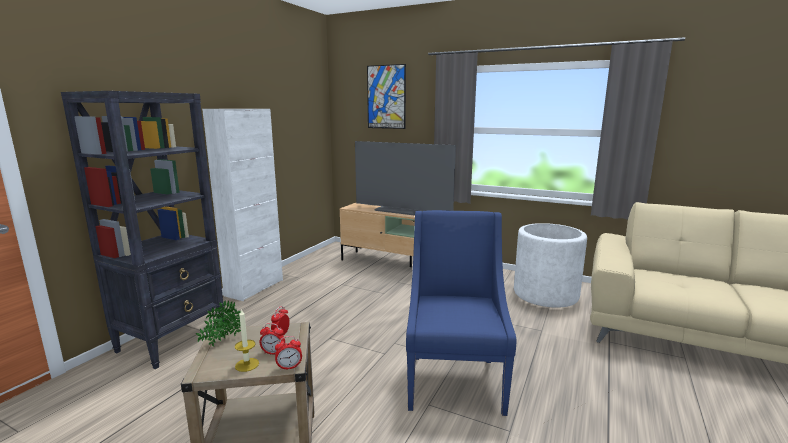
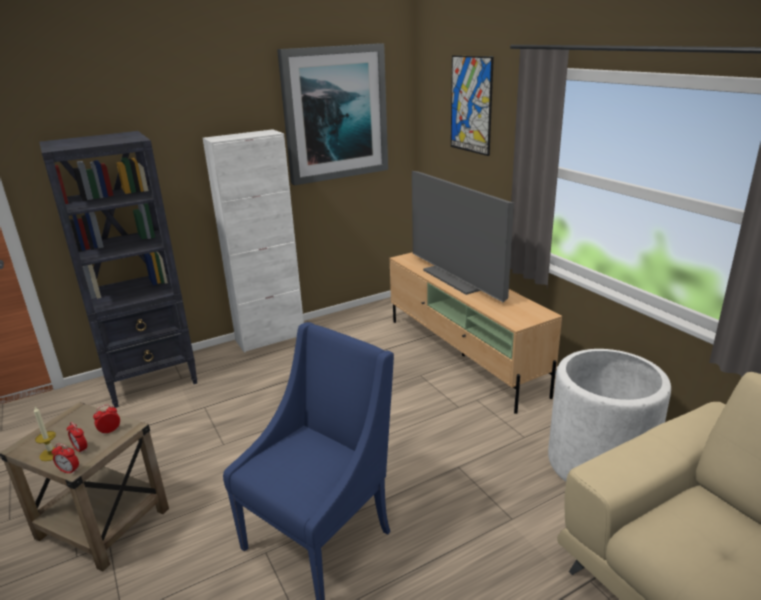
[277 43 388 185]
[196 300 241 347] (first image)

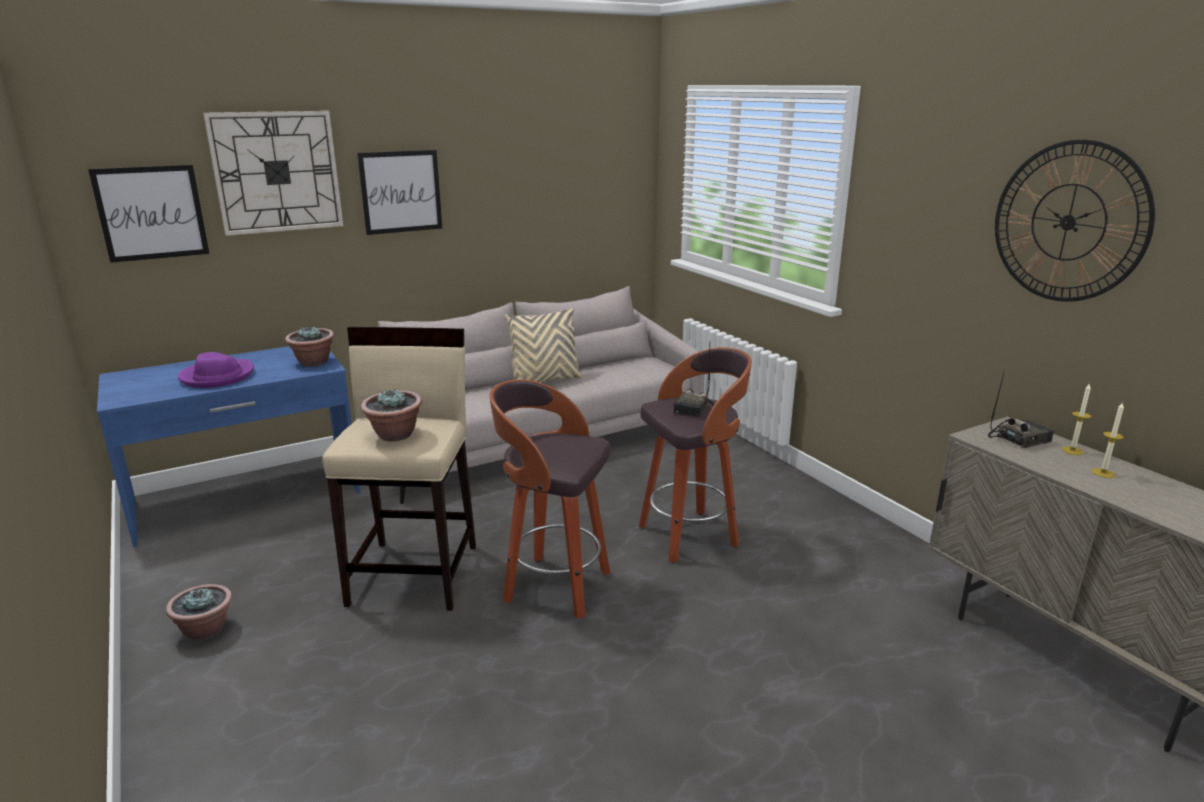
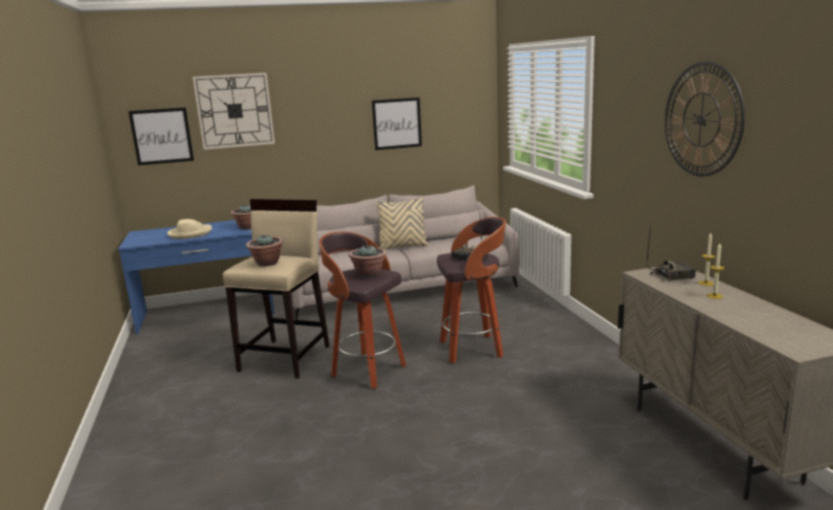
[167 219 212 239]
[348 245 387 278]
[372 97 422 150]

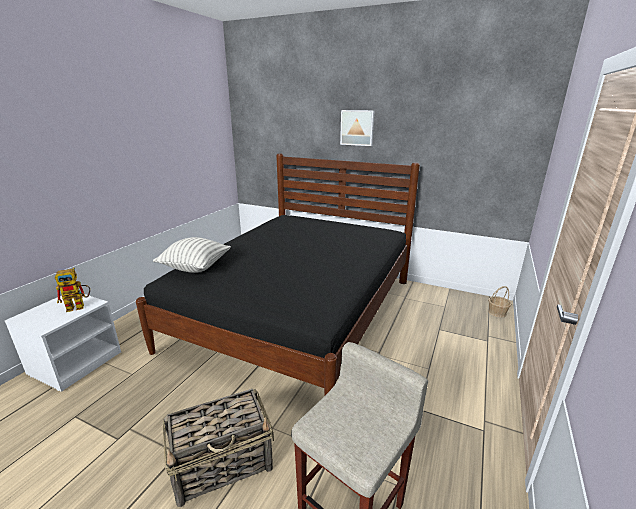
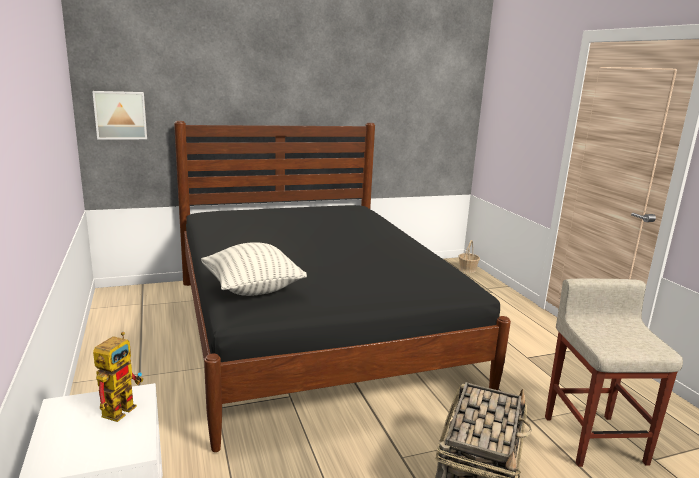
[92 91 147 139]

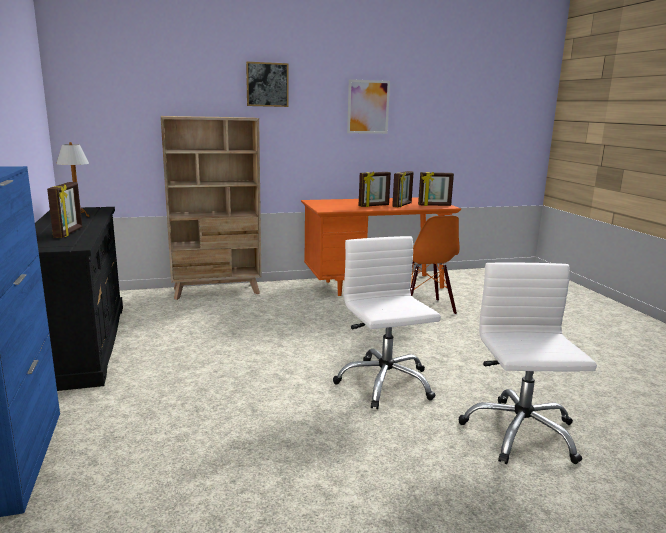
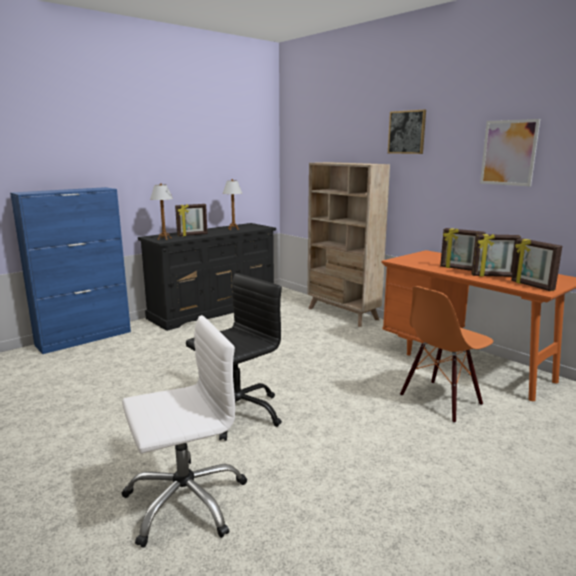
[150 183 173 240]
[186 273 282 441]

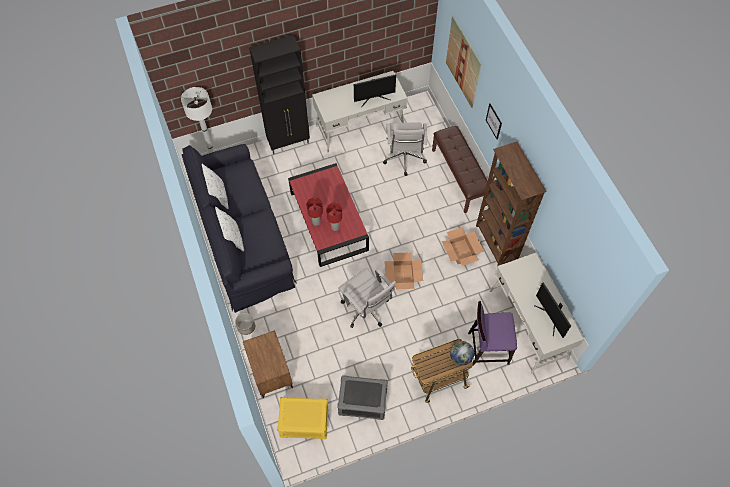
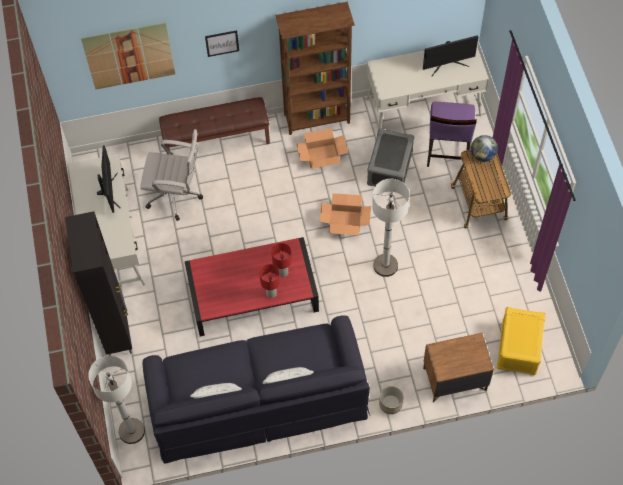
[367 128 414 186]
[372 179 410 277]

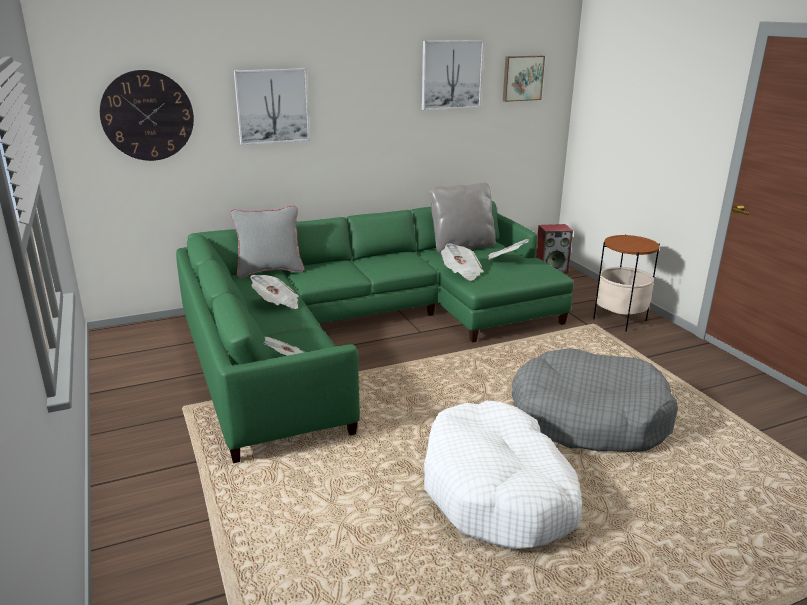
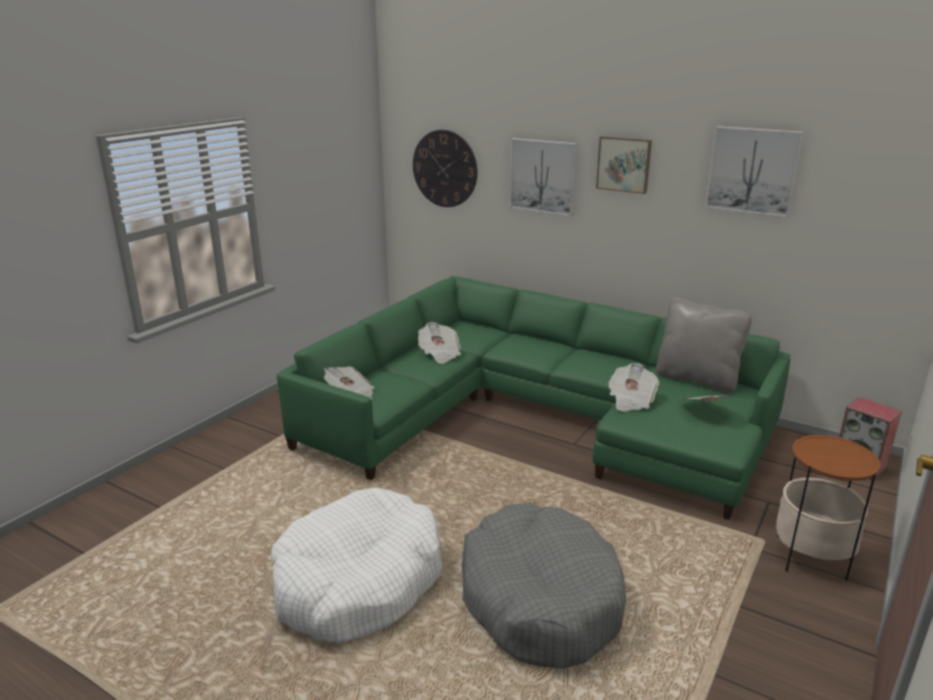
[596 136 652 194]
[230 205 304 278] (first image)

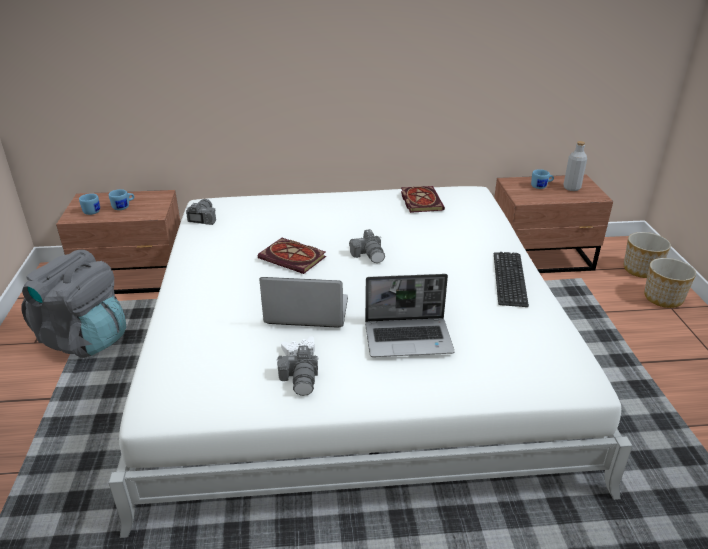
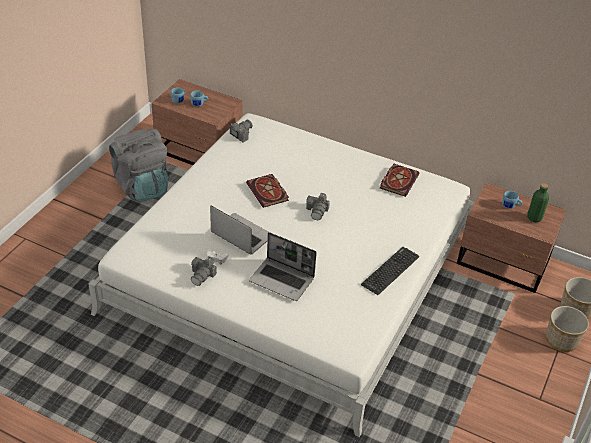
[527 183 549 222]

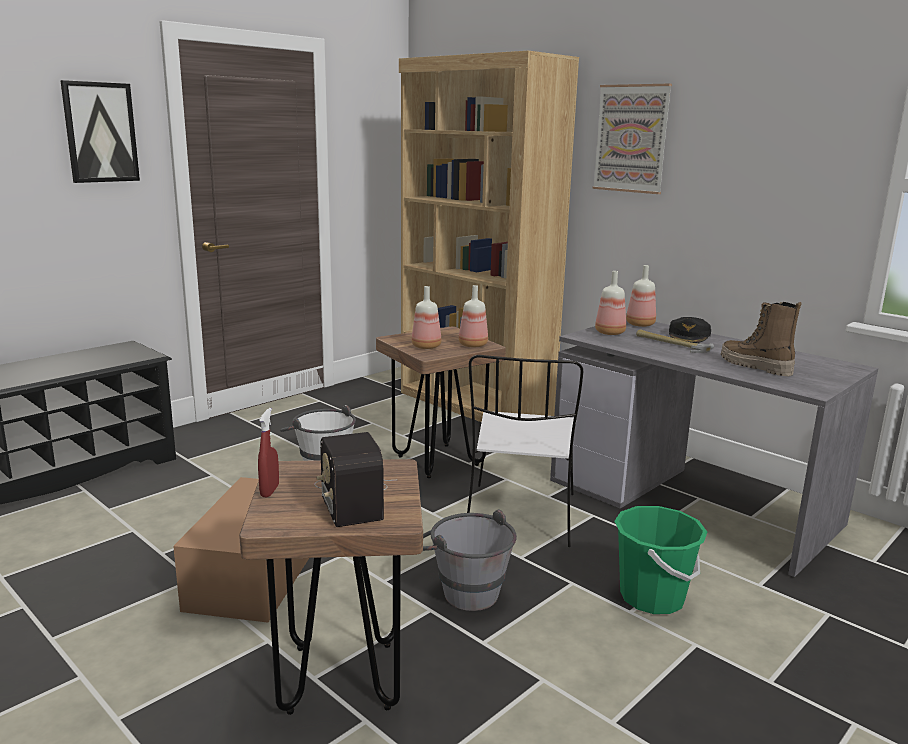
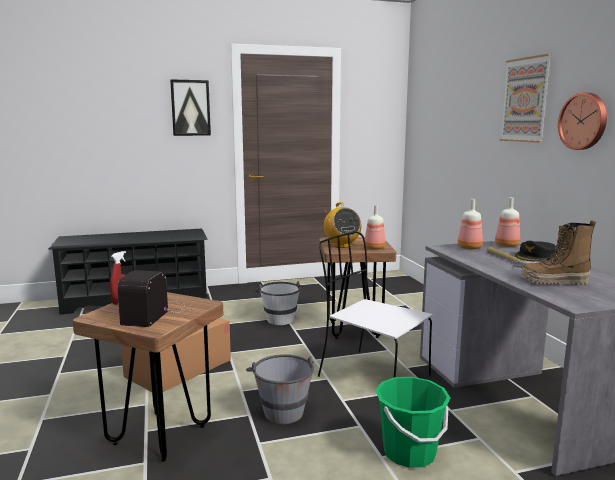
[318 231 433 377]
[324 202 362 248]
[521 220 596 285]
[558 93 607 150]
[399 51 579 422] (first image)

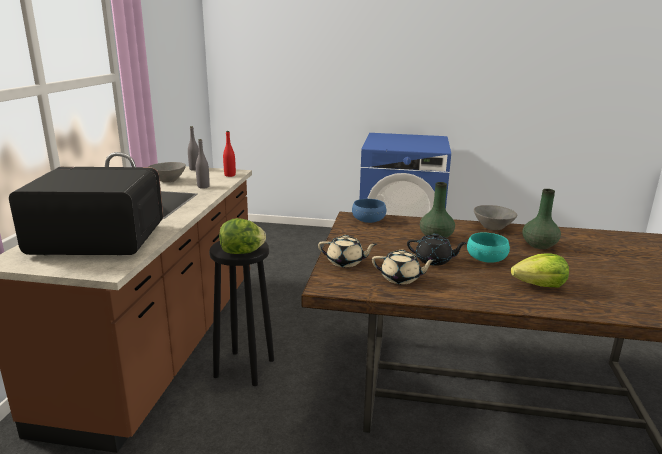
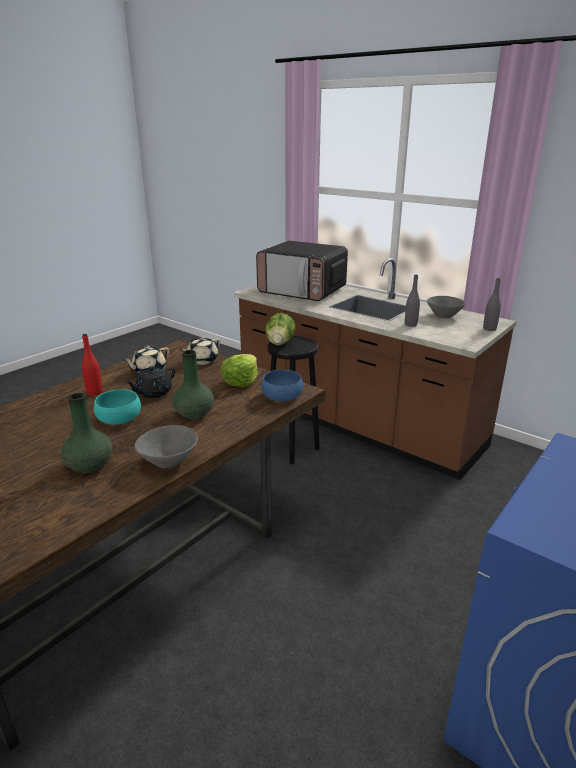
[82 334 103 396]
[221 354 257 387]
[256 241 348 301]

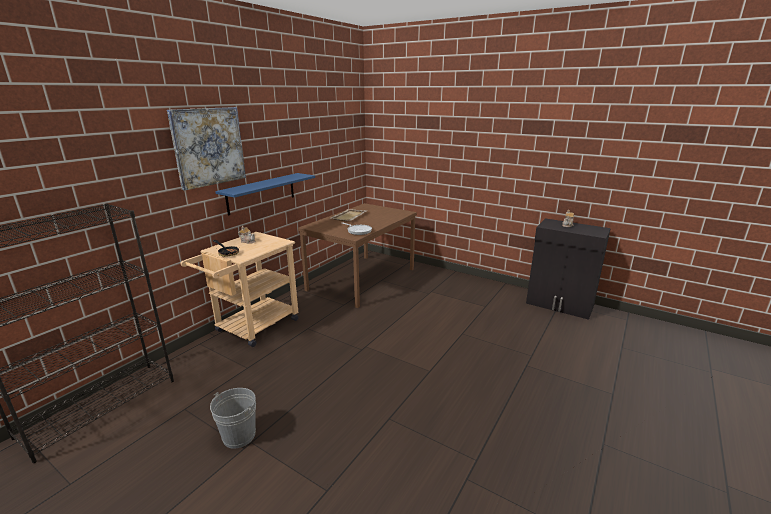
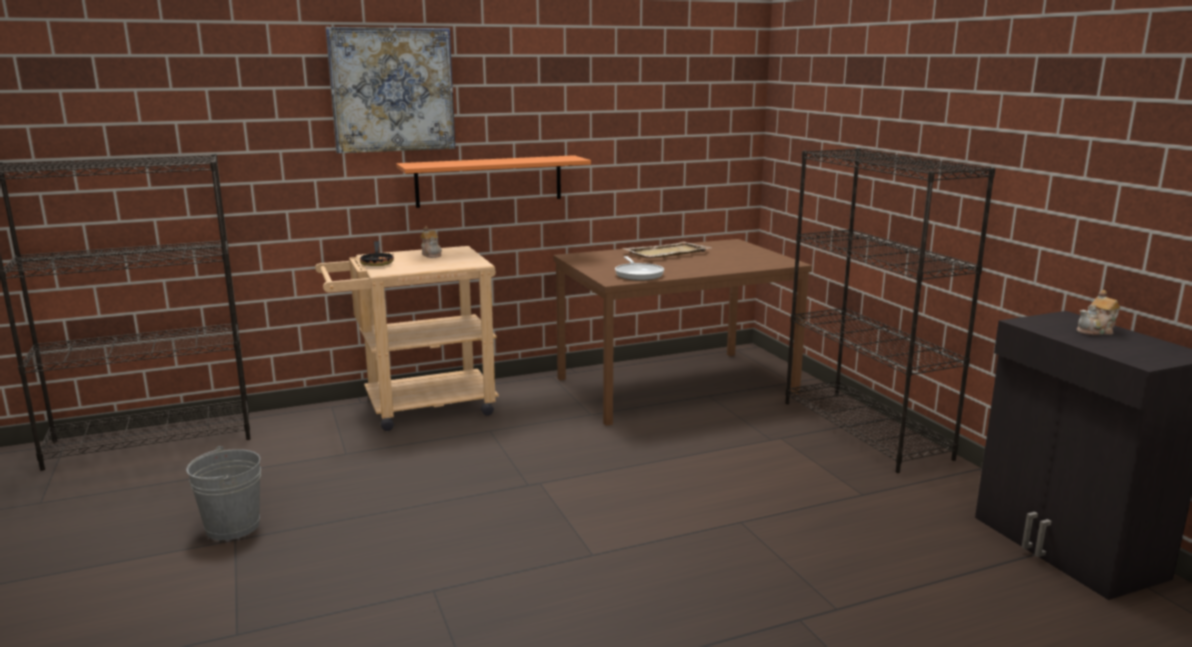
[396 155 591 208]
[785 148 996 473]

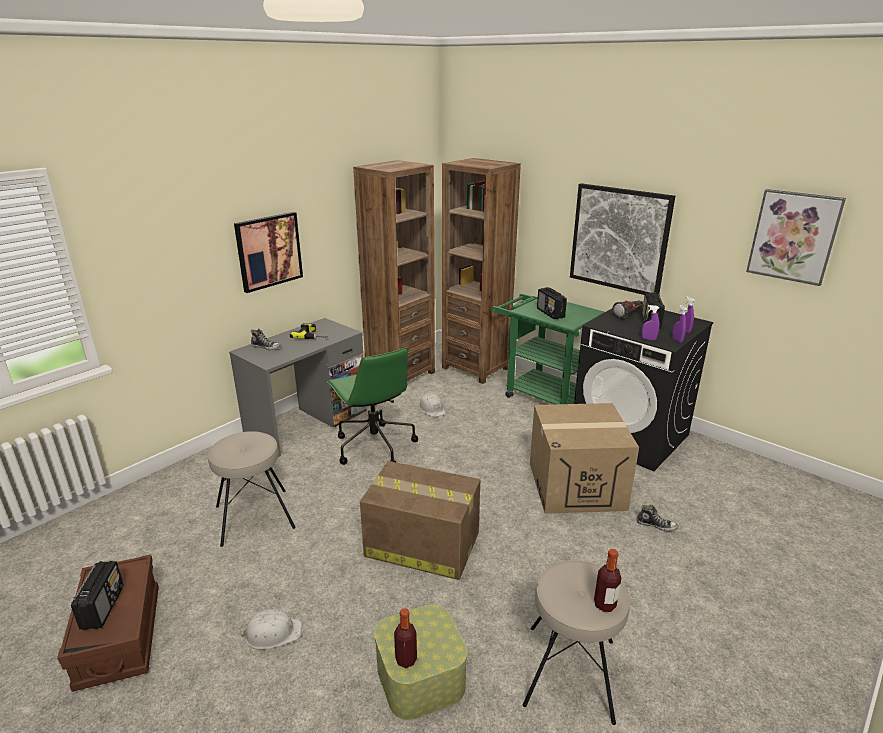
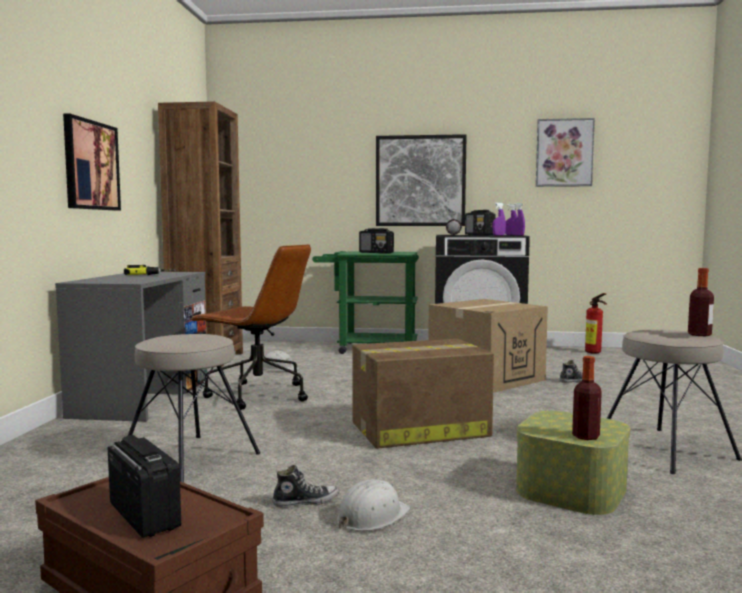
[191 244 311 410]
[273 465 339 507]
[585 293 607 354]
[442 158 521 384] (first image)

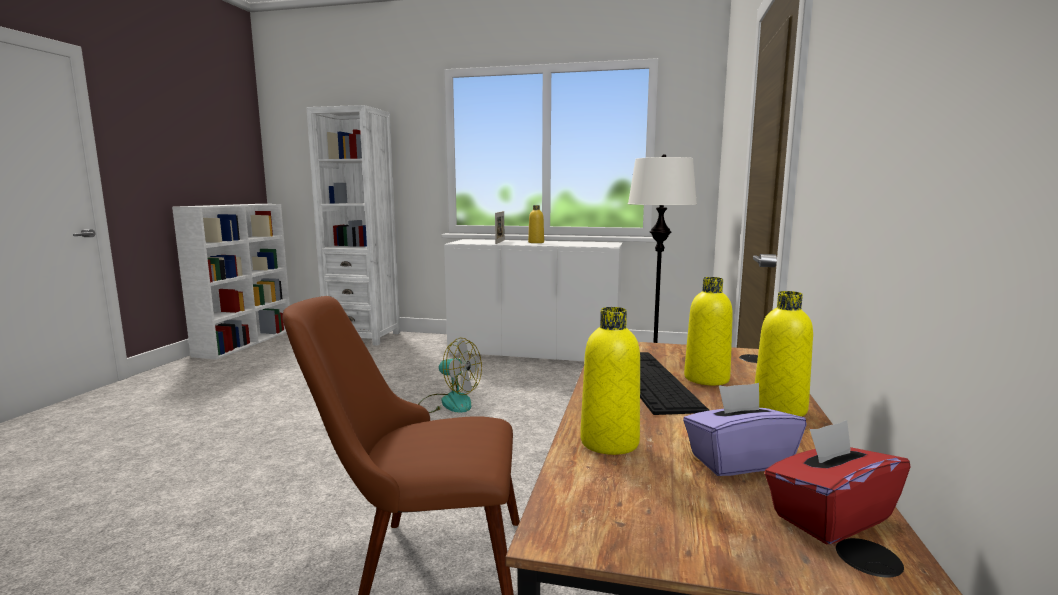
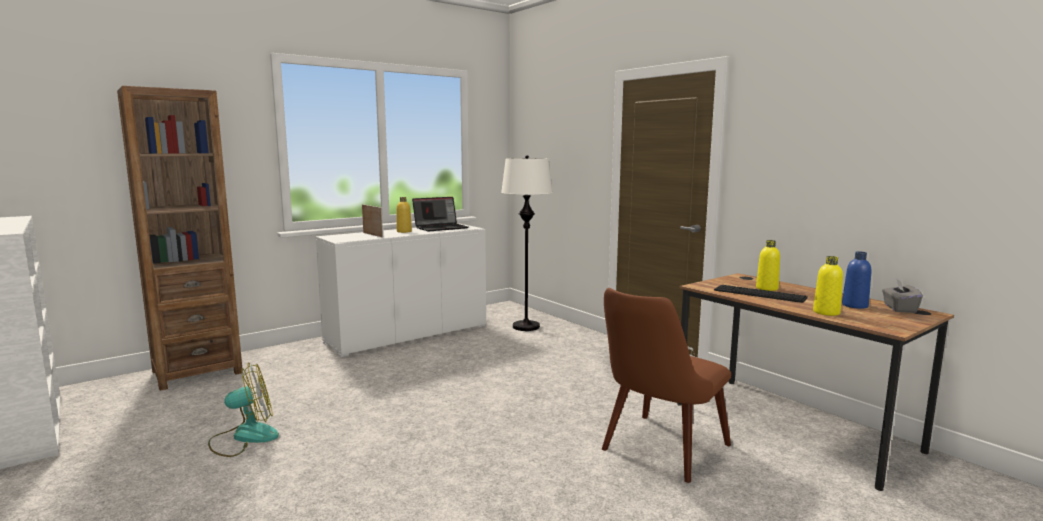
[117 86 243 391]
[208 362 279 457]
[412 197 469 232]
[842 251 871 309]
[882 278 923 313]
[755 291 813 417] (first image)

